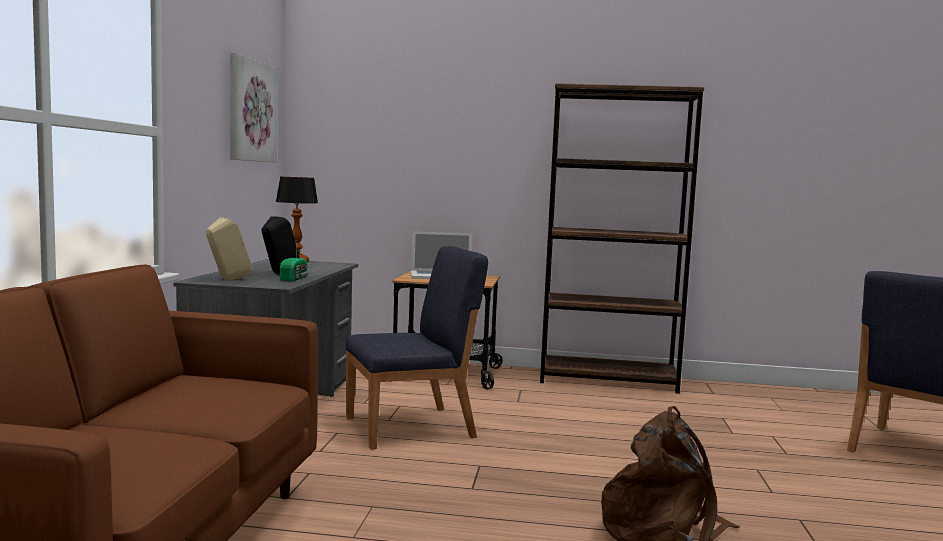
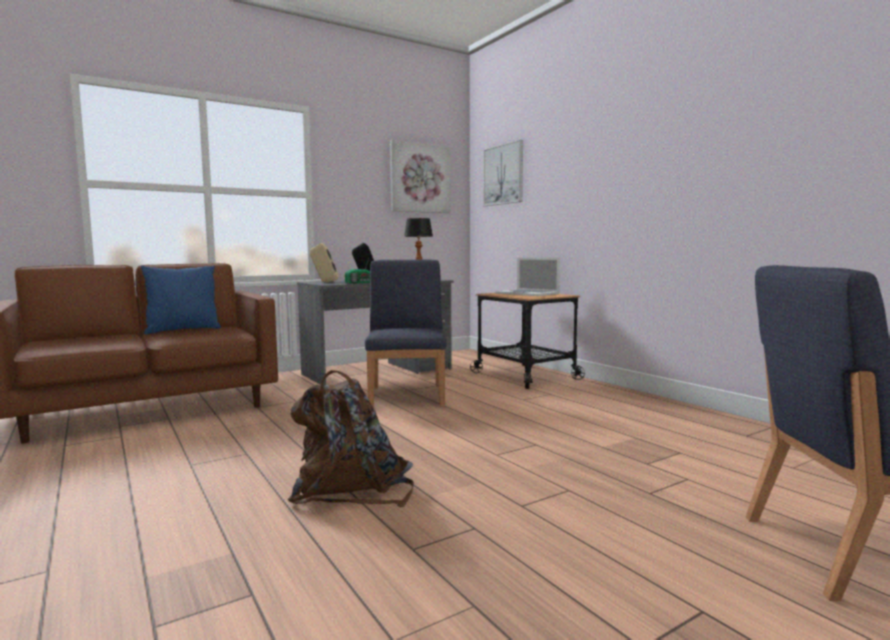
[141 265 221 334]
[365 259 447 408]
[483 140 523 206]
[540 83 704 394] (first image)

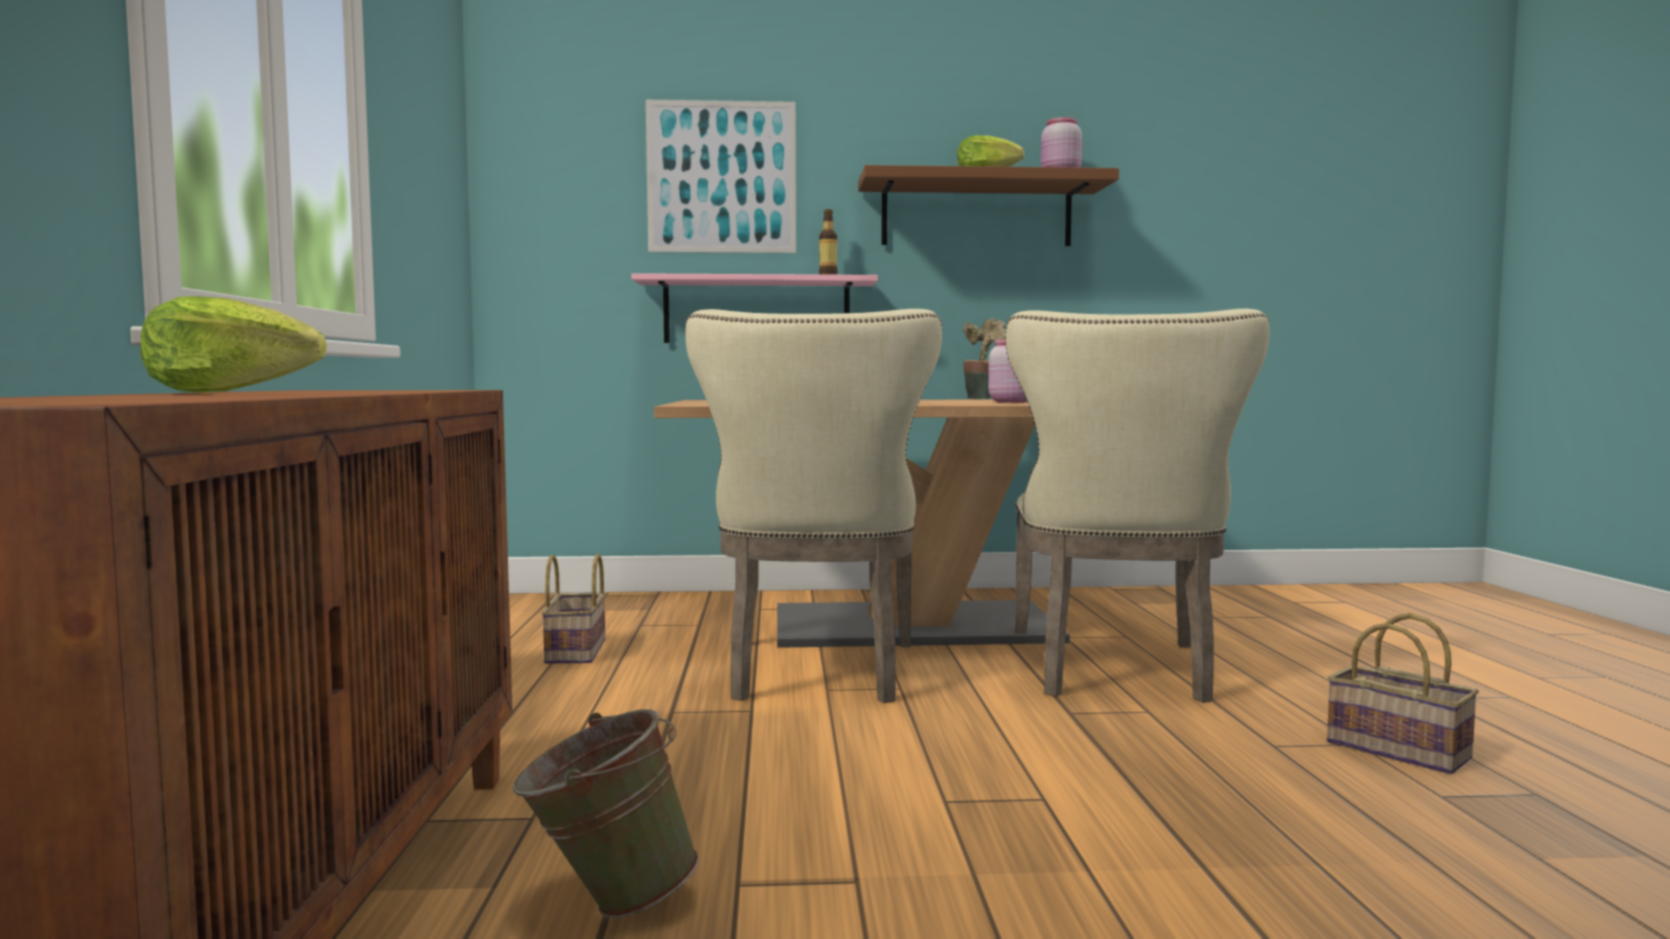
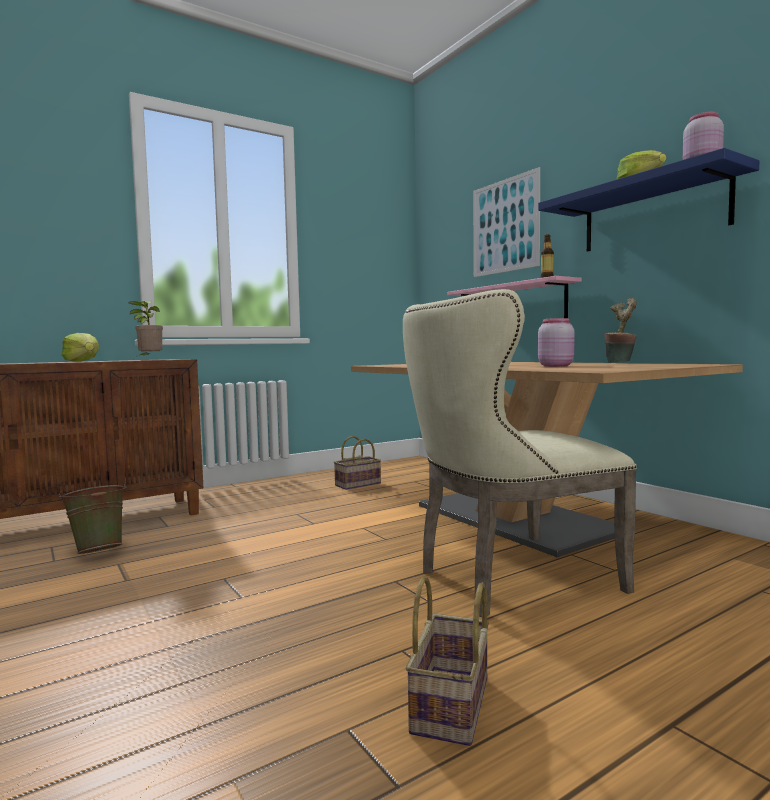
[129 301 163 359]
[538 148 759 252]
[685 309 942 703] (first image)

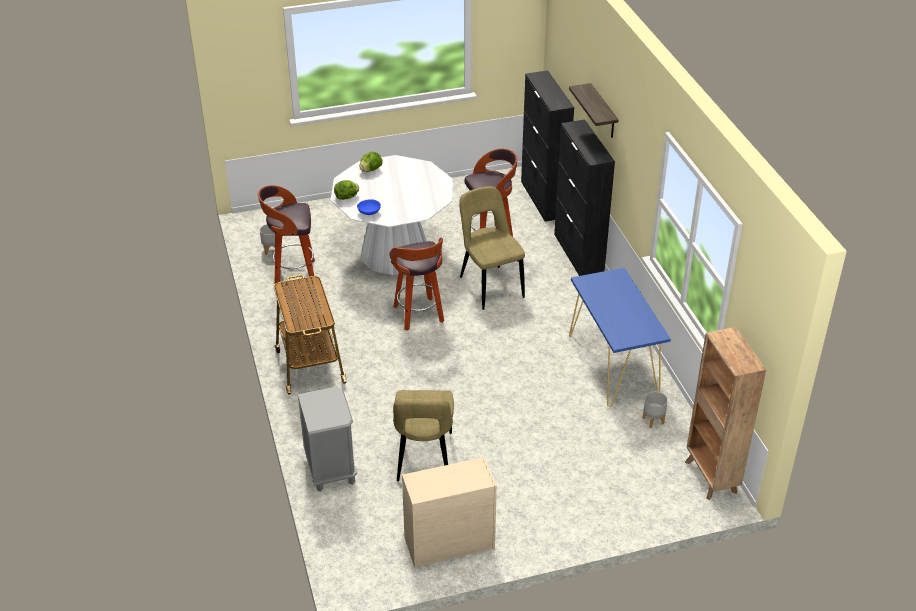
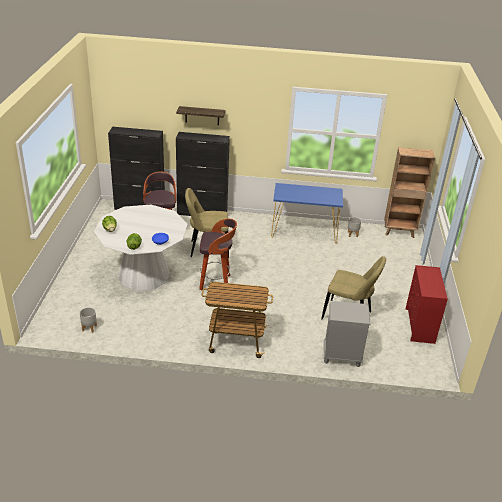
[405 265 448 344]
[258 185 315 284] (first image)

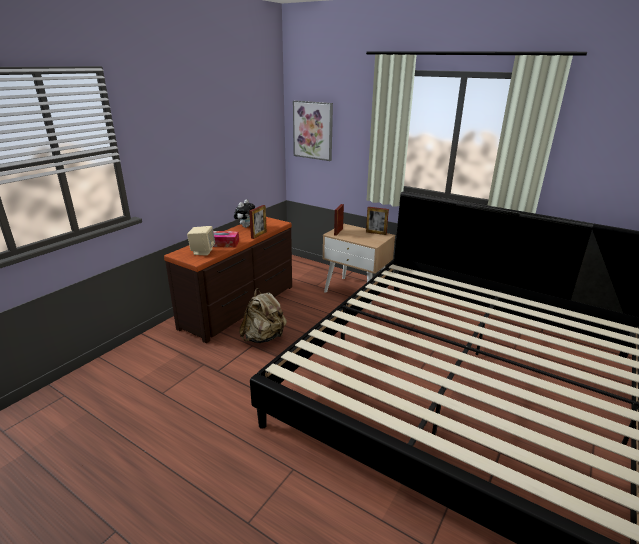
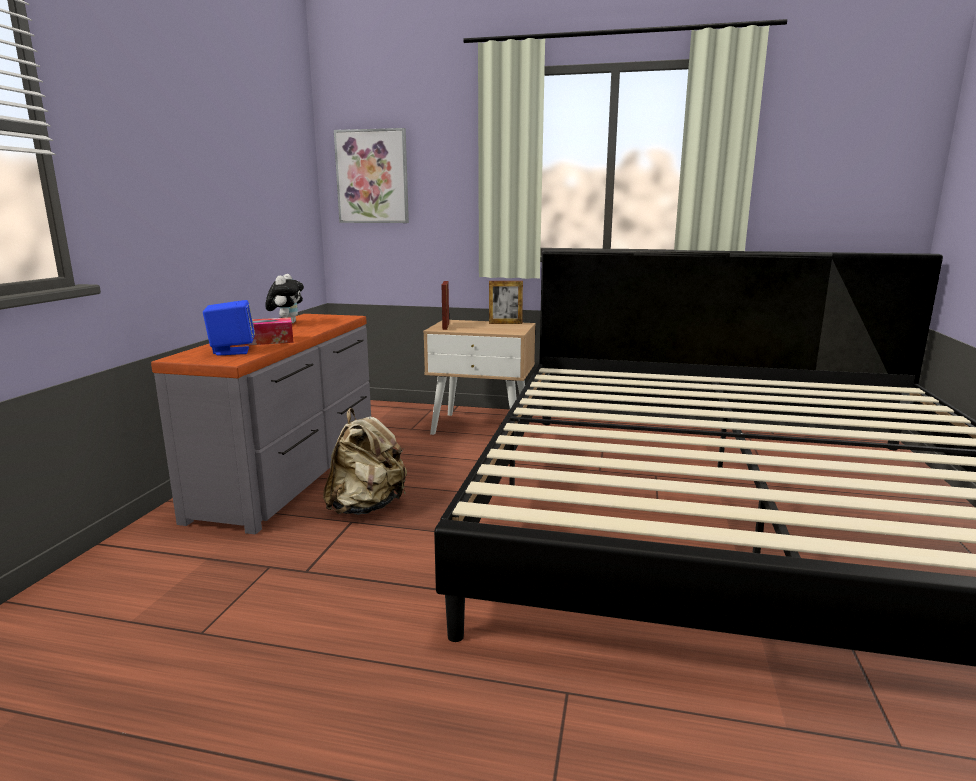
[151 314 371 534]
[203 300 255 356]
[249 205 267 239] (first image)

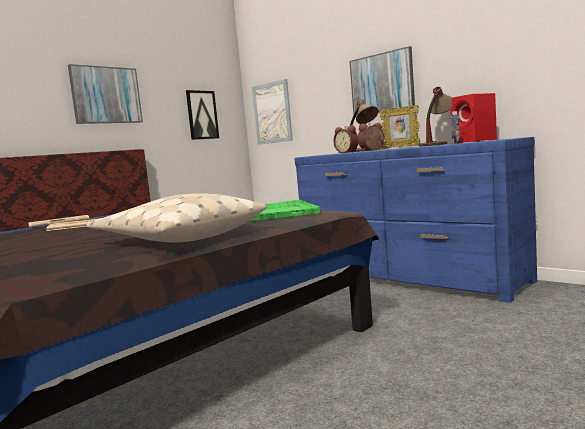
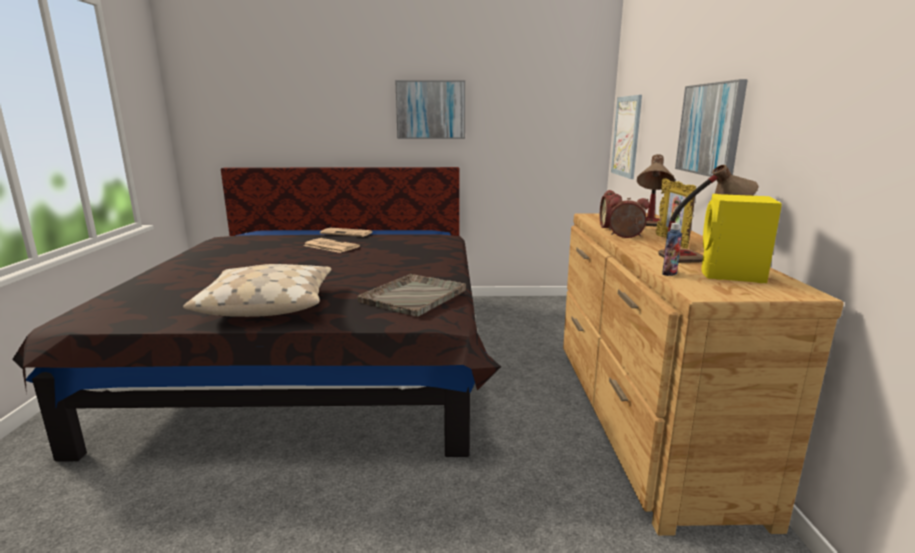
[358 274 466 317]
[563 213 844 536]
[701 194 782 283]
[186 90 219 140] (first image)

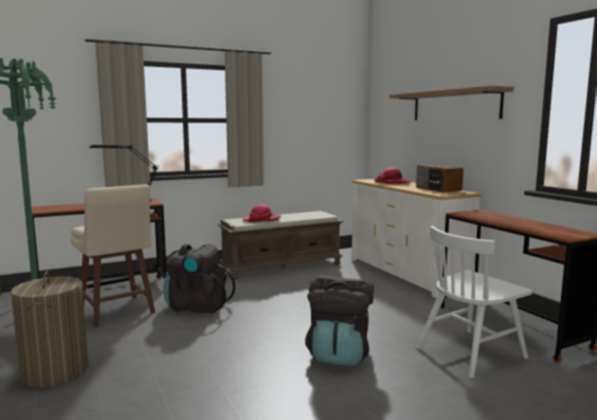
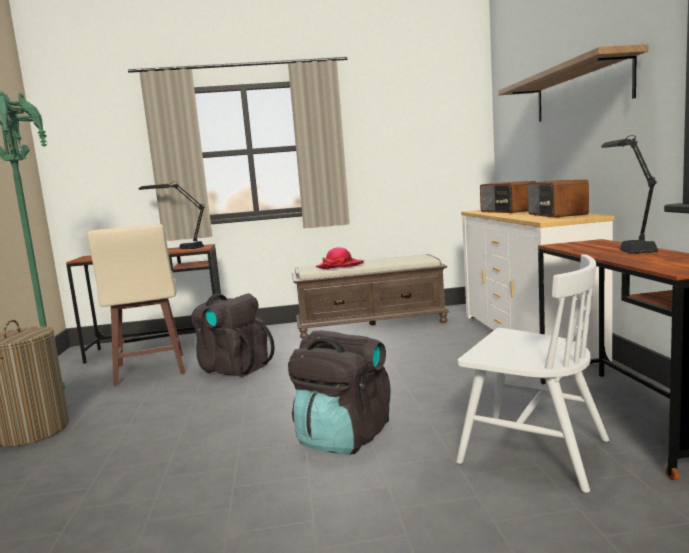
[456 254 609 493]
[480 181 536 213]
[601 135 658 254]

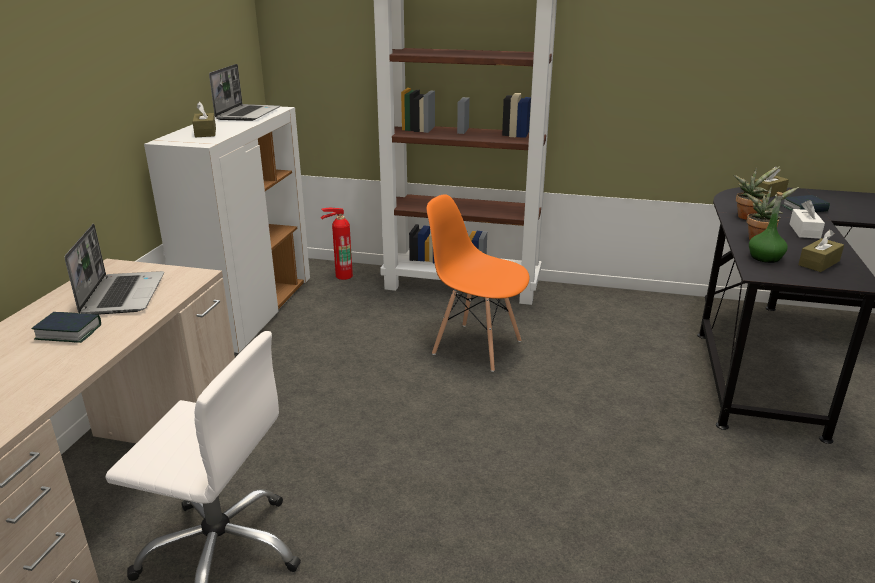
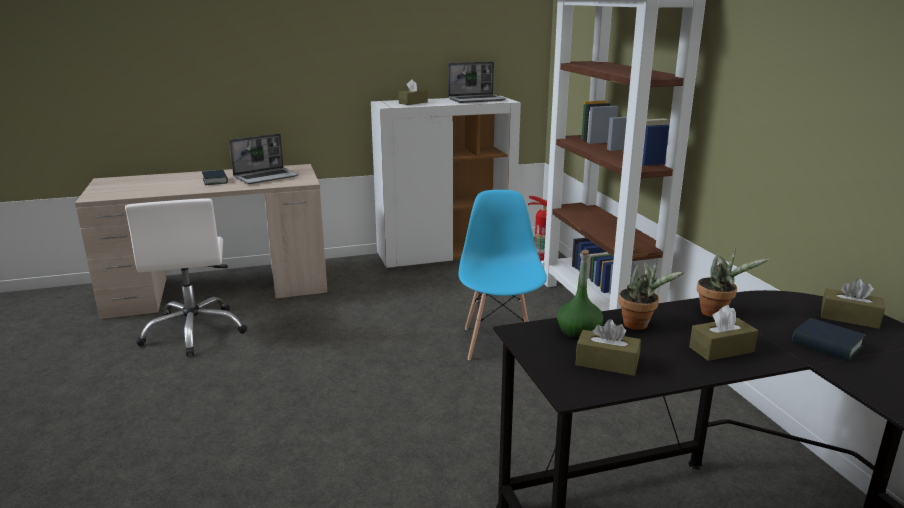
[459 190 547 360]
[689 305 758 361]

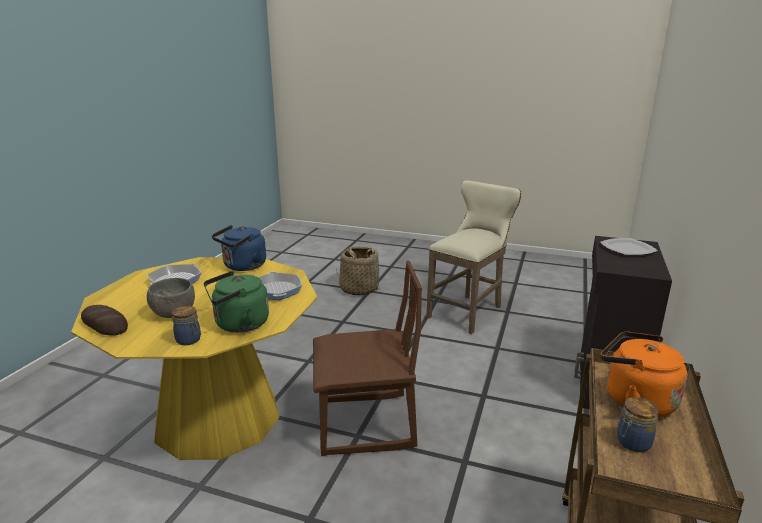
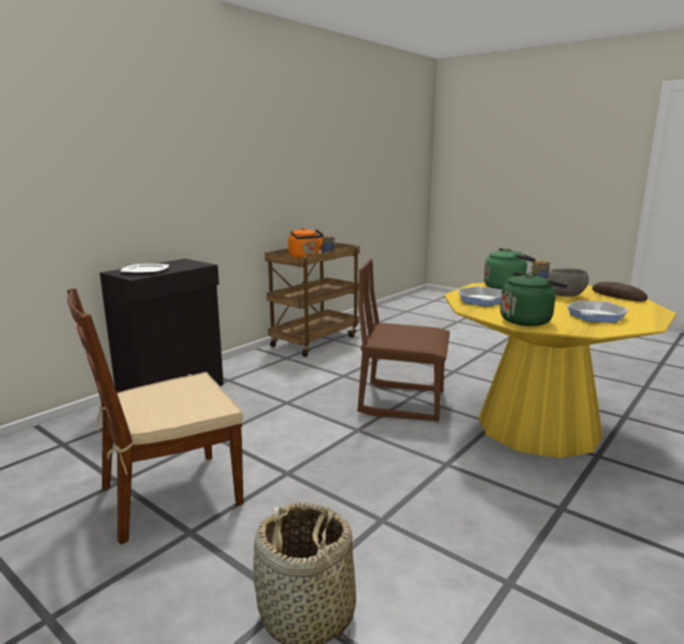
[67 288 243 545]
[500 272 568 326]

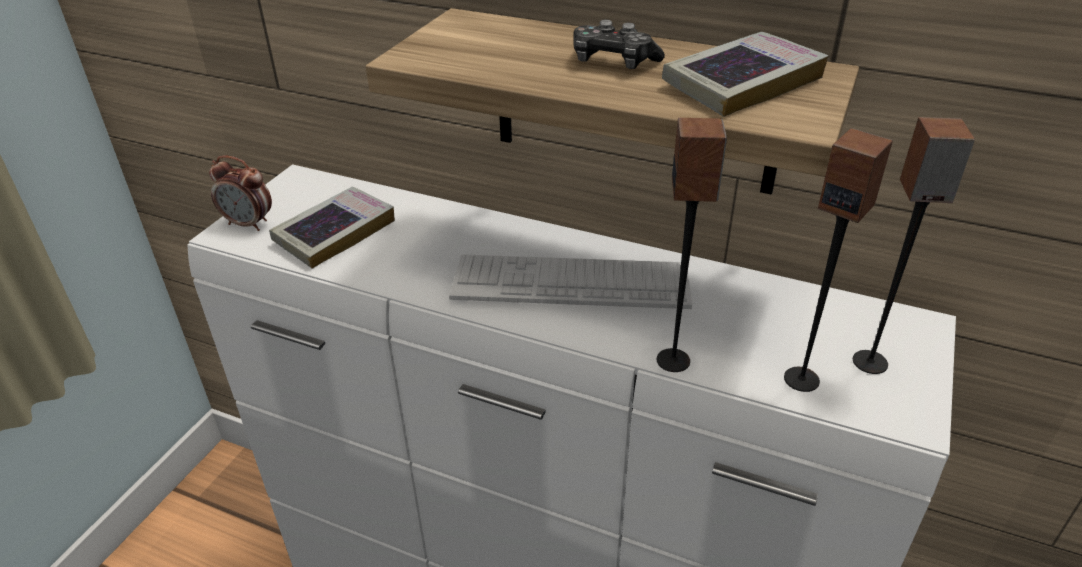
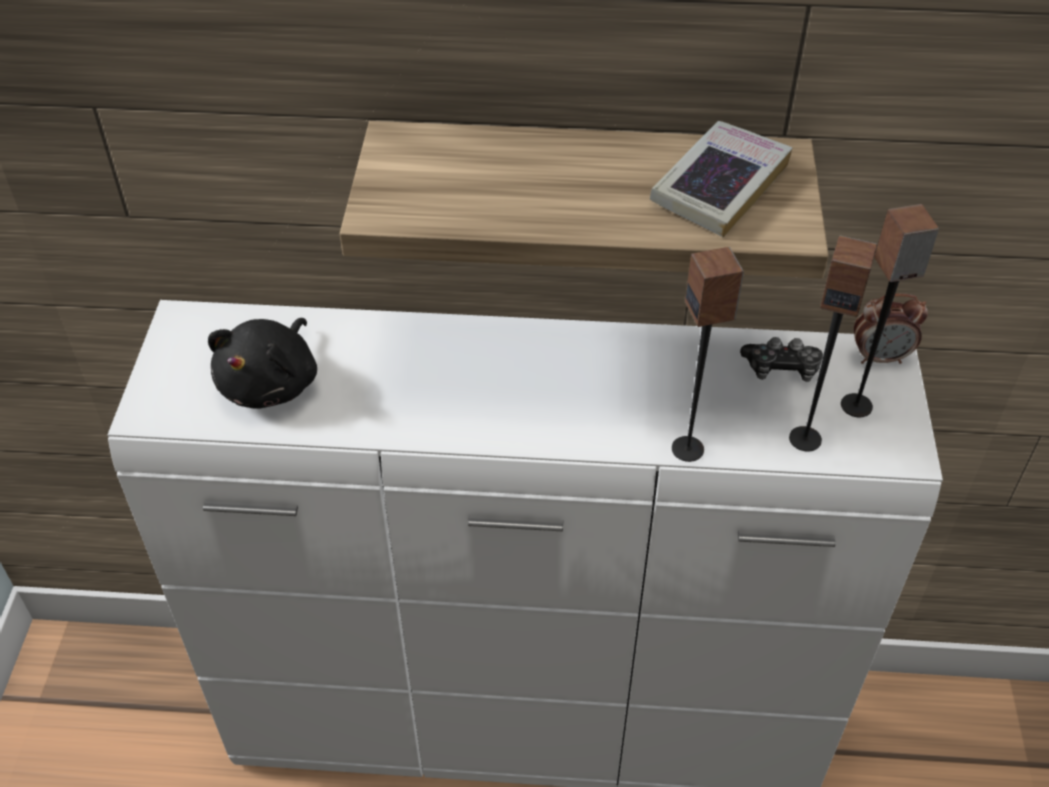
[208 318 317 409]
[740 337 823 382]
[854 294 928 364]
[449 254 692 309] (first image)

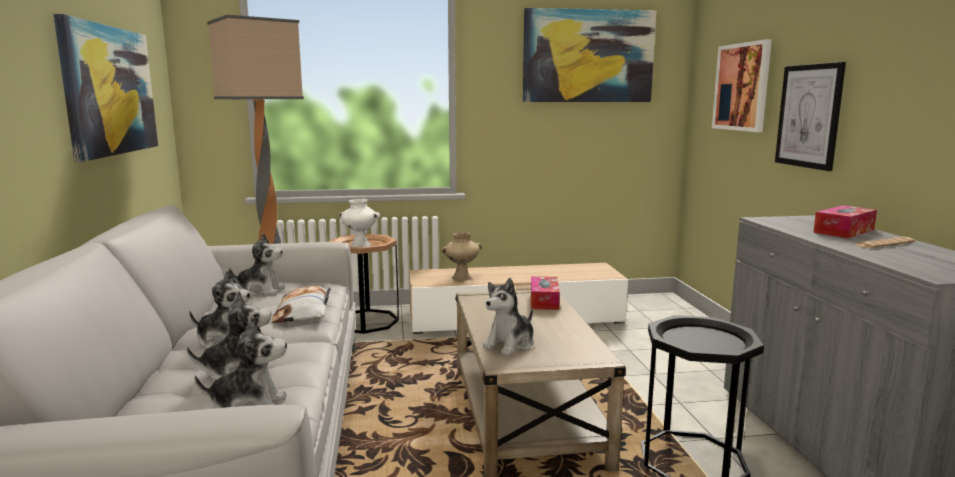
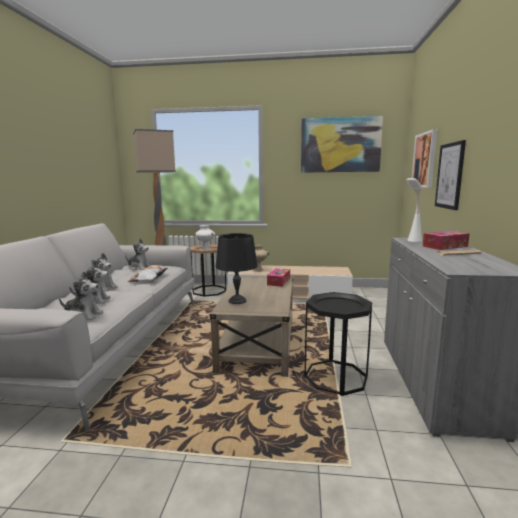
[216 233 257 304]
[406 178 422 242]
[53 14 158 162] (first image)

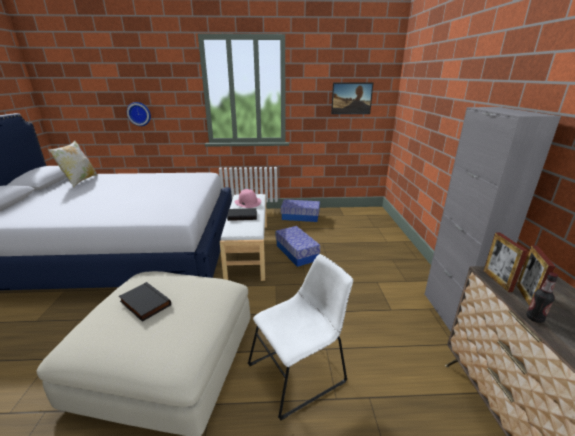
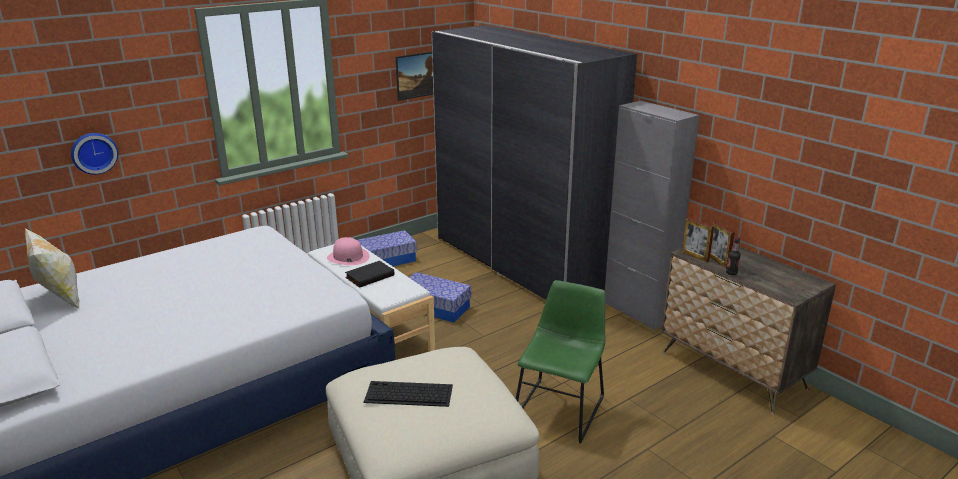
[364 381 453 407]
[432 25 637 300]
[516 280 606 443]

